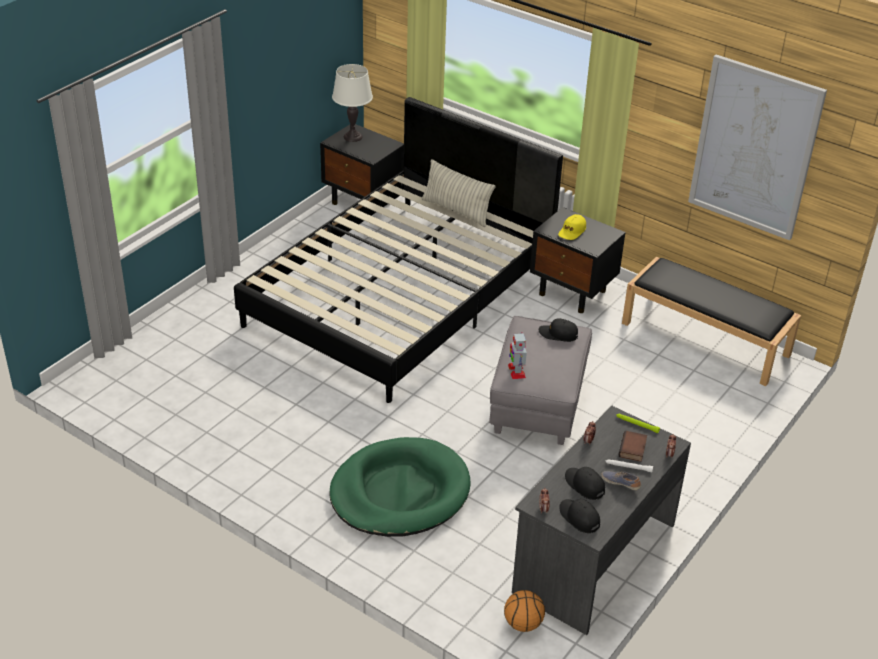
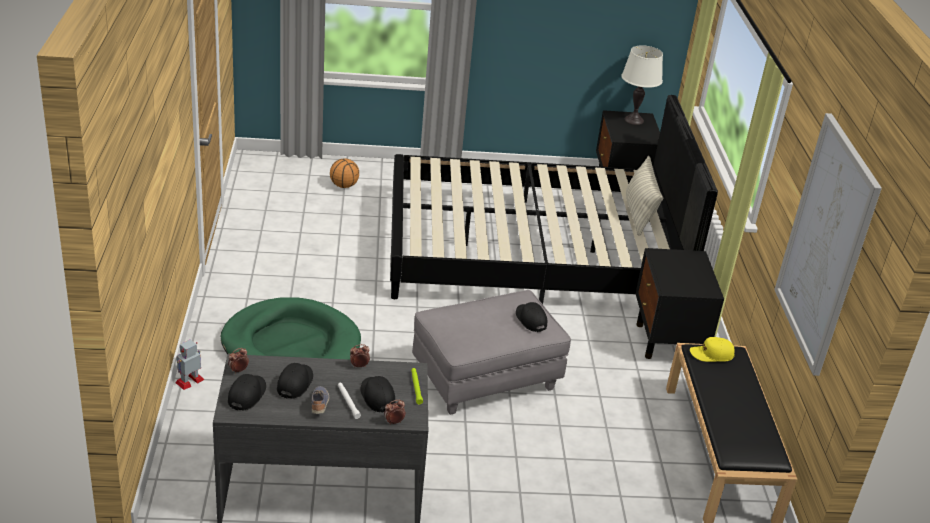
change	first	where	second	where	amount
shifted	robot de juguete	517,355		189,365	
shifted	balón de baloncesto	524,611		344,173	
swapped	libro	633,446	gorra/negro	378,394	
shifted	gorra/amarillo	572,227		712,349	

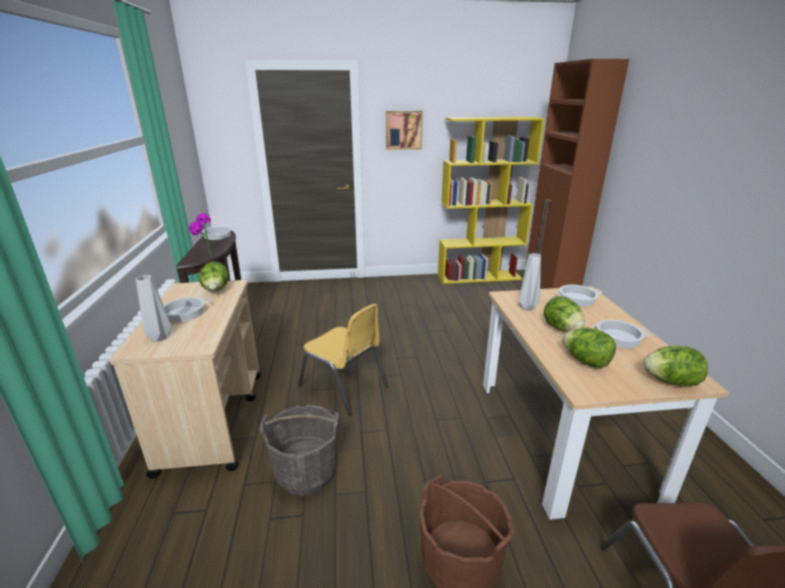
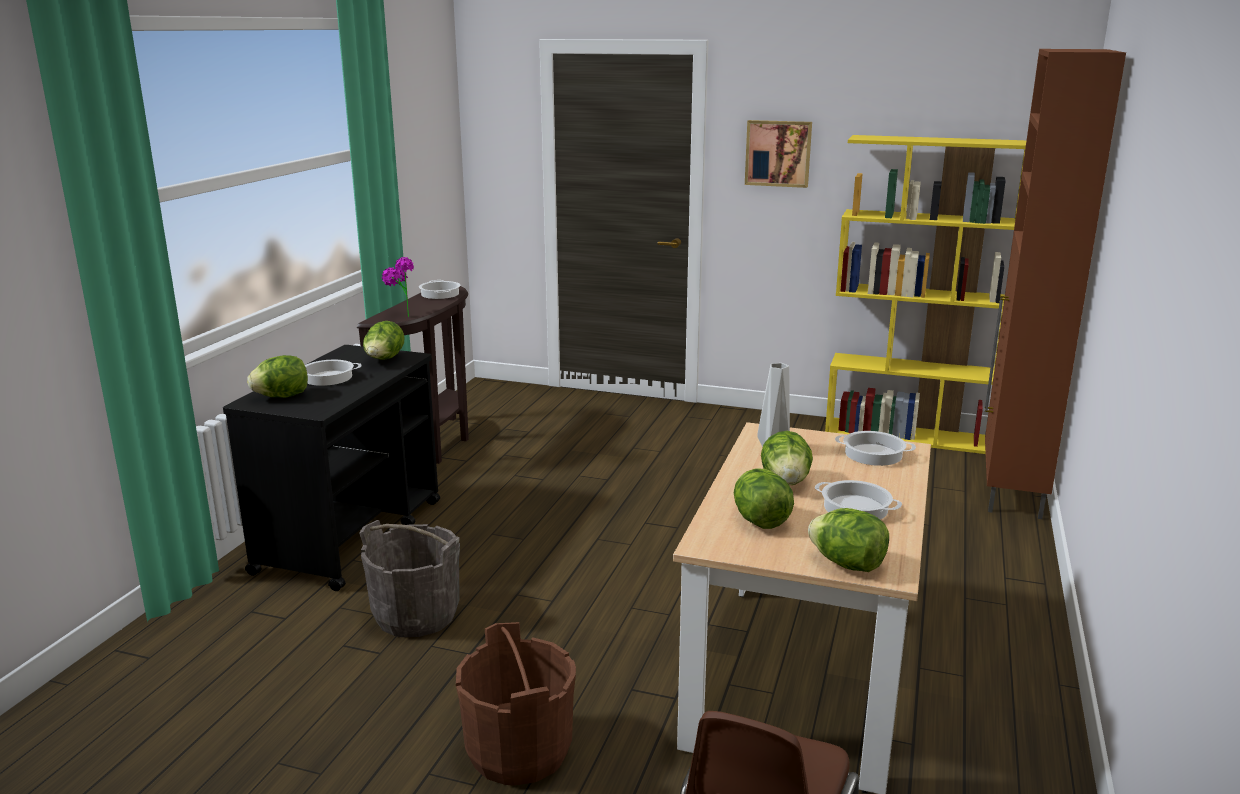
change	first	where	second	where	amount
repainted	carrito/beis	185,379	carrito/negro	331,468	
swapped	florero/gris	153,308	lechuga	277,376	
gone	silla/amarillo	343,359			

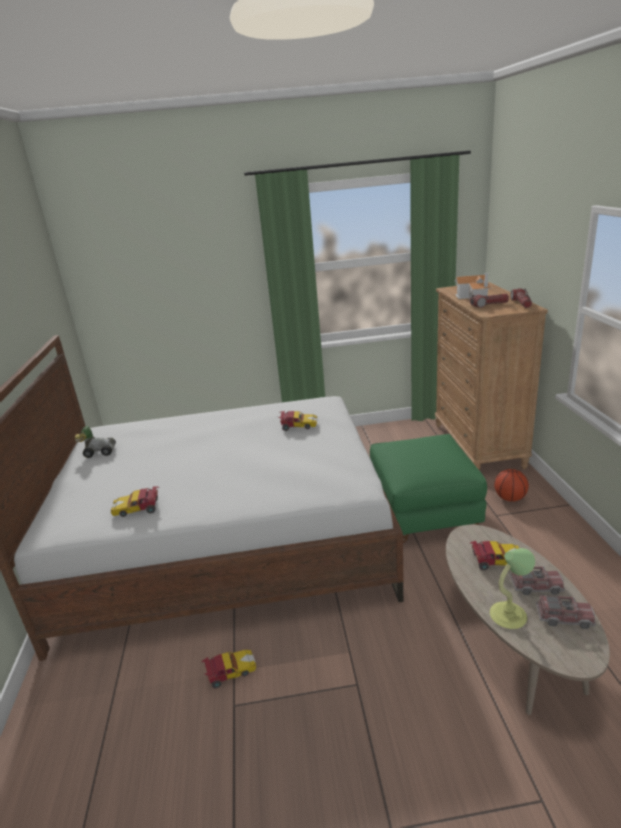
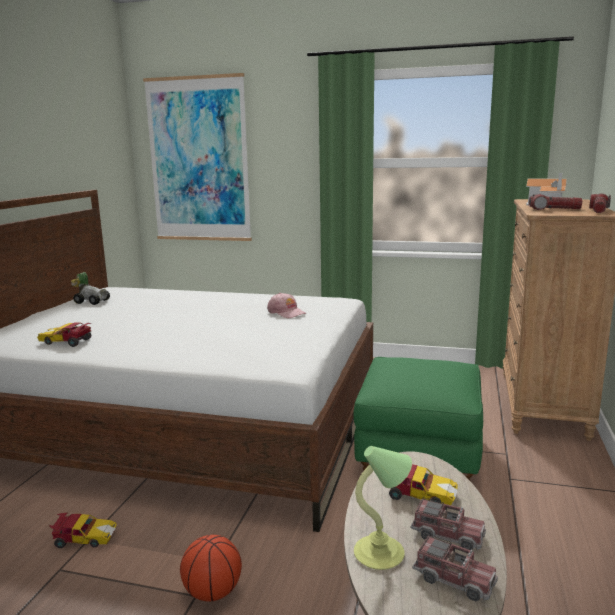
change	first	where	second	where	amount
new			cuadro	197,157	
shifted	balón de baloncesto	511,485		211,568	
swapped	coche de juguete	297,421	gorra/rosa	286,305	

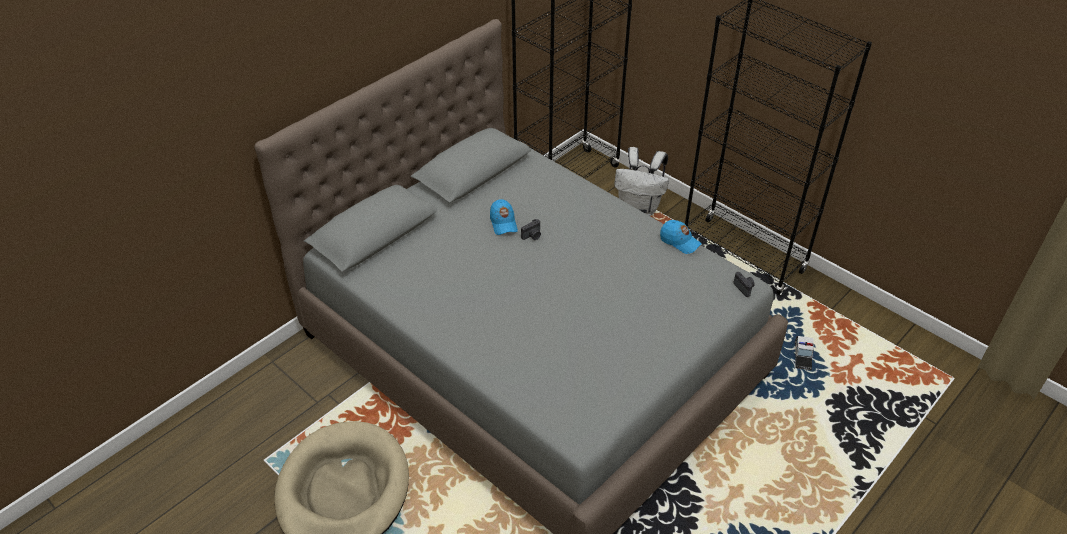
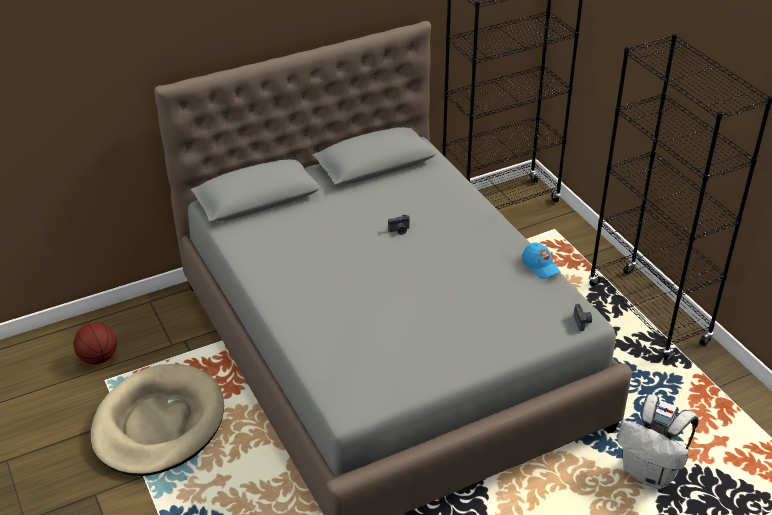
change	first	where	second	where	amount
new			balón de baloncesto	95,344	
shifted	mochila/blanco	641,181		658,441	
gone	gorra/azul	504,217			

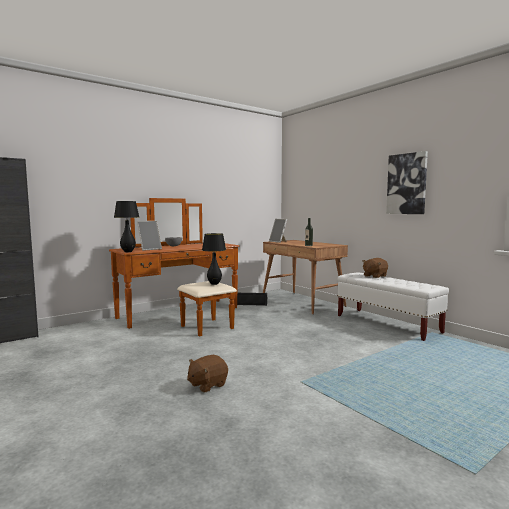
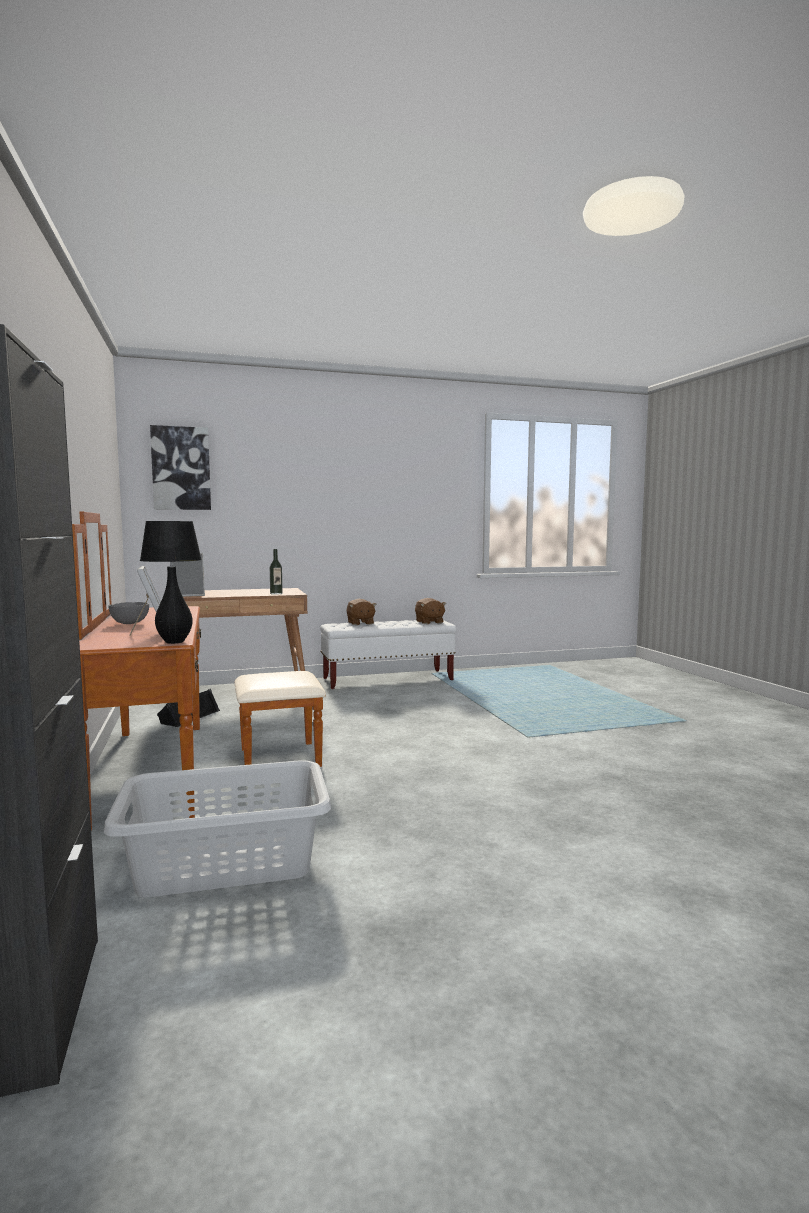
change	first	where	second	where	amount
new			cesto de la ropa/gris	217,828	
shifted	cuadro	407,182		180,467	
shifted	peluche/marrón	207,374		430,611	
gone	lámpara de mesa/negro	214,259			

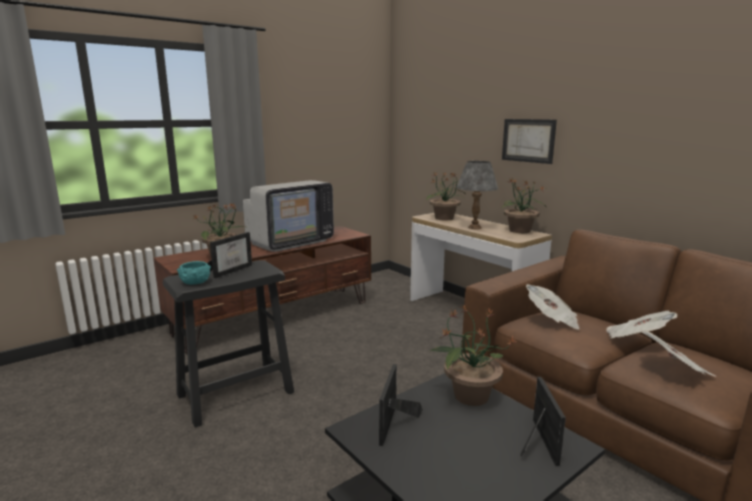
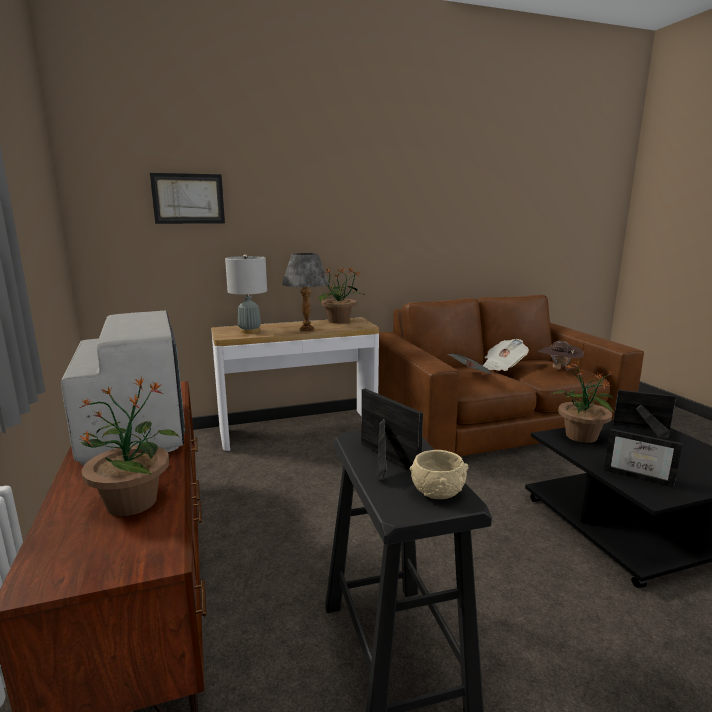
change	first	where	second	where	amount
shifted	cuadro	529,141		187,198	
swapped	planta en maceta	446,196	lámpara de mesa/gris	246,294	
repainted	cuenco/turquesa	194,273	cuenco/beis	439,474	
swapped	periódico	679,353	sombrero/marrón	561,355	

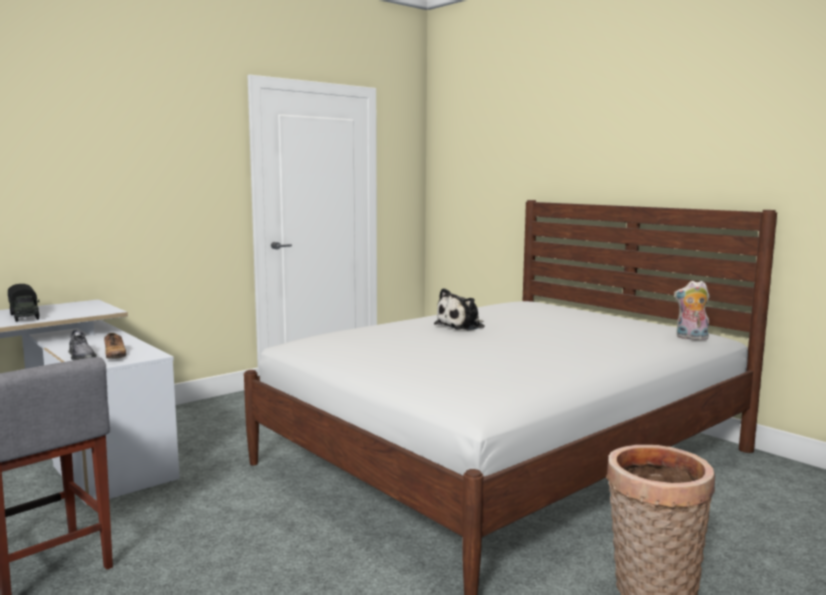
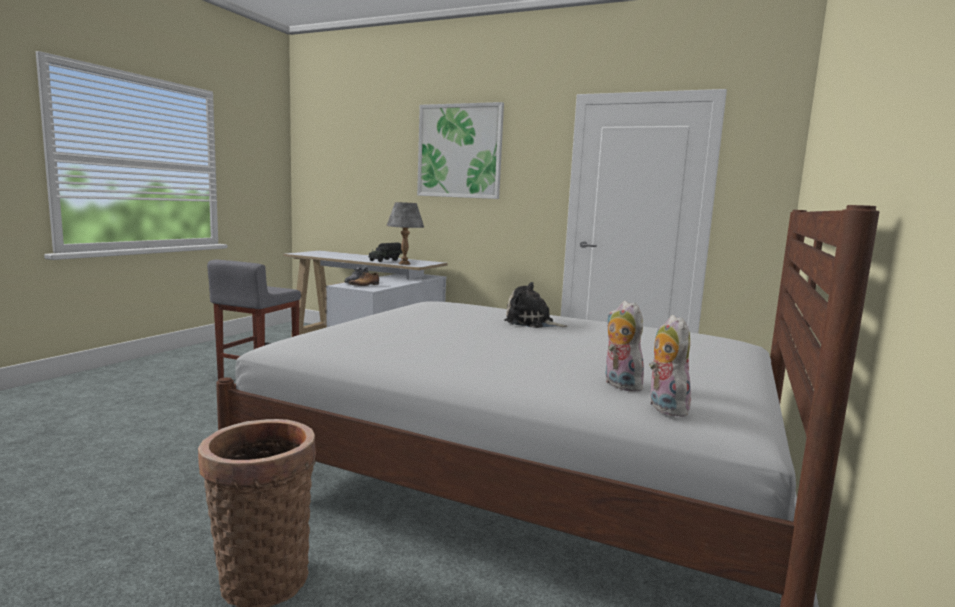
change	first	where	second	where	amount
new			lámpara de mesa/gris	405,233	
new			cuadro	460,150	
new			peluche	626,346	

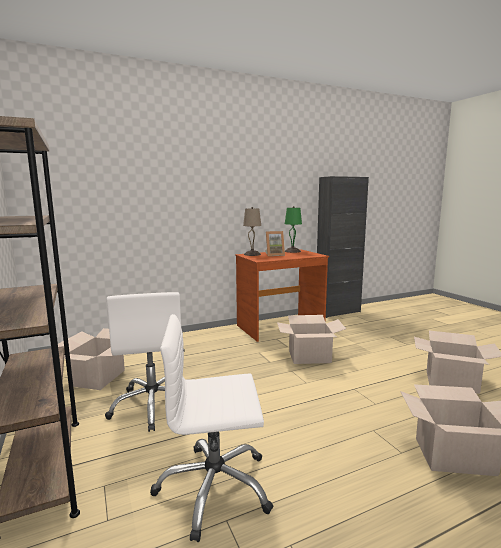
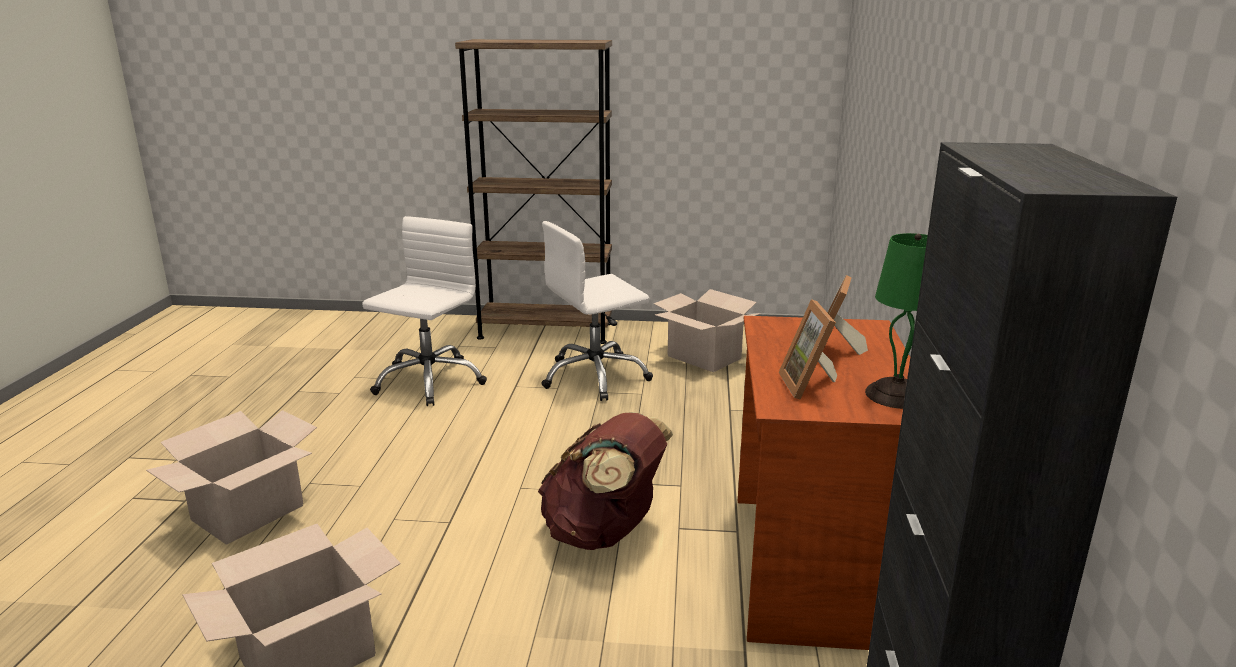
change	first	where	second	where	amount
swapped	caja de cartón	311,339	mochila/marrón	605,481	
rotated	silla de oficina/blanco	145,362		597,311	45 degrees counterclockwise
new			portarretratos	808,349	
gone	lámpara de mesa/beis	252,231			

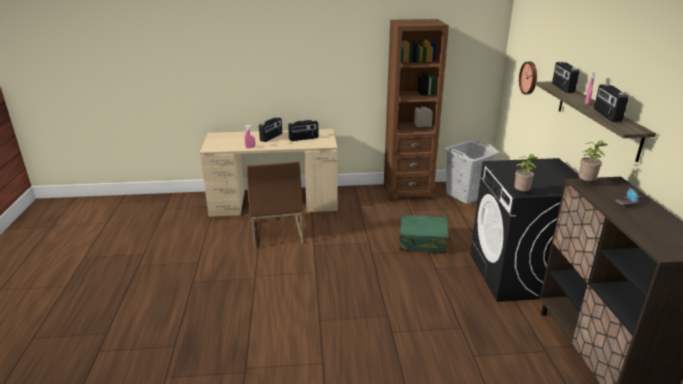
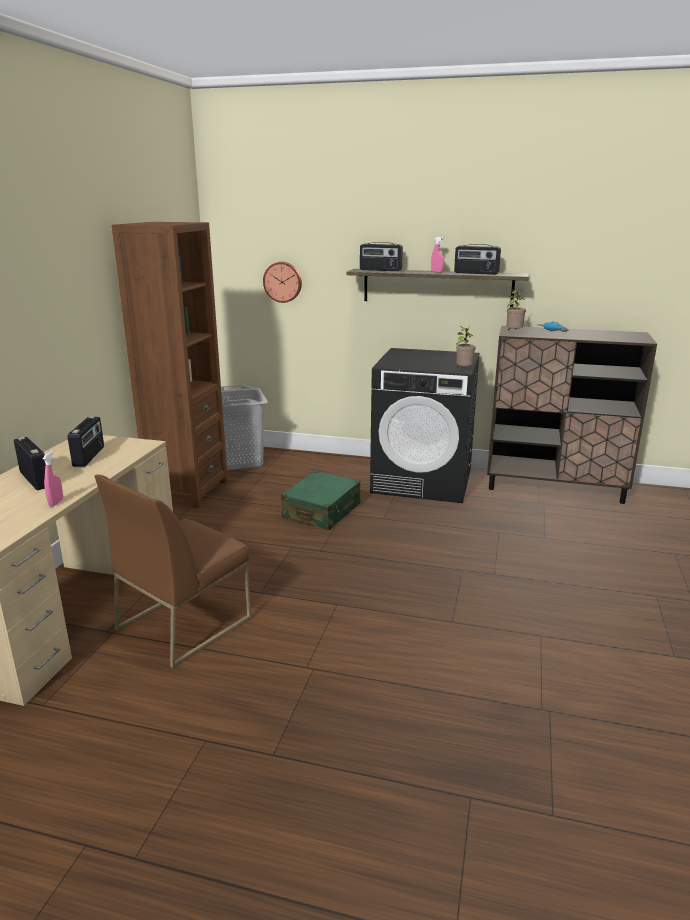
change	first	where	second	where	amount
rotated	silla/marrón	275,205		173,571	120 degrees clockwise

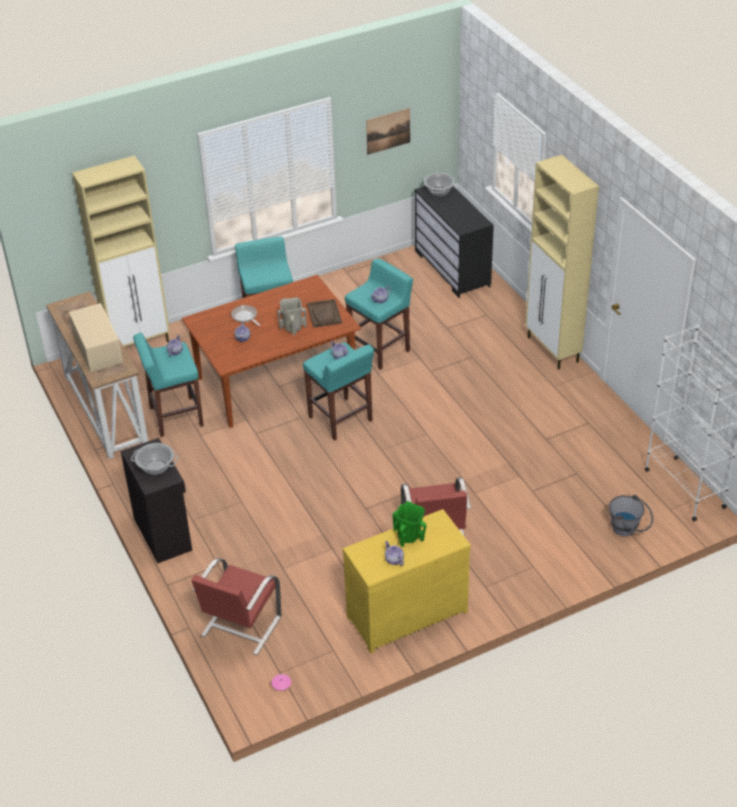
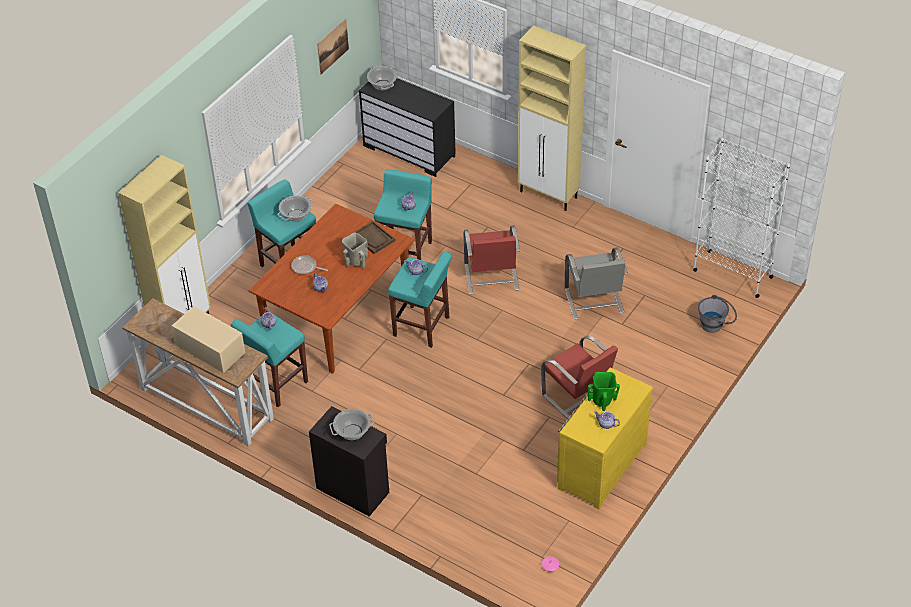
change	first	where	second	where	amount
new			olla	295,208	
shifted	silla/rojo	236,606		492,260	
new			silla/gris	596,283	

